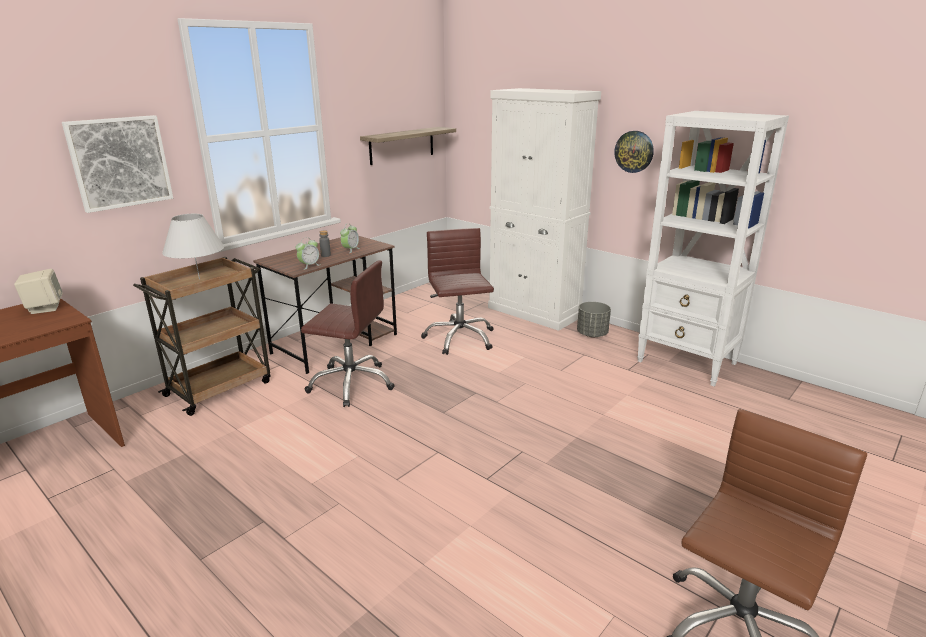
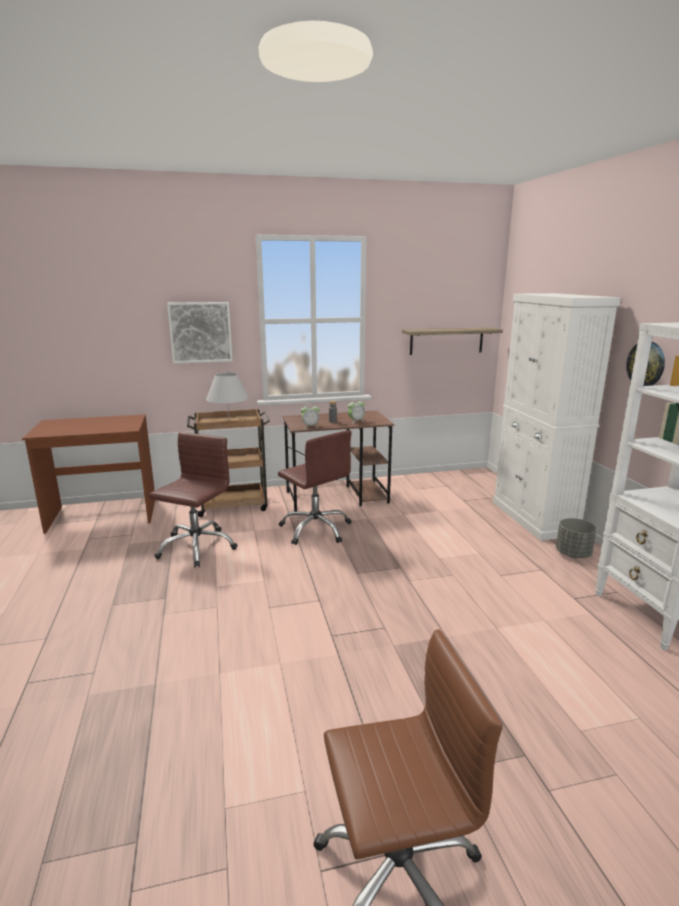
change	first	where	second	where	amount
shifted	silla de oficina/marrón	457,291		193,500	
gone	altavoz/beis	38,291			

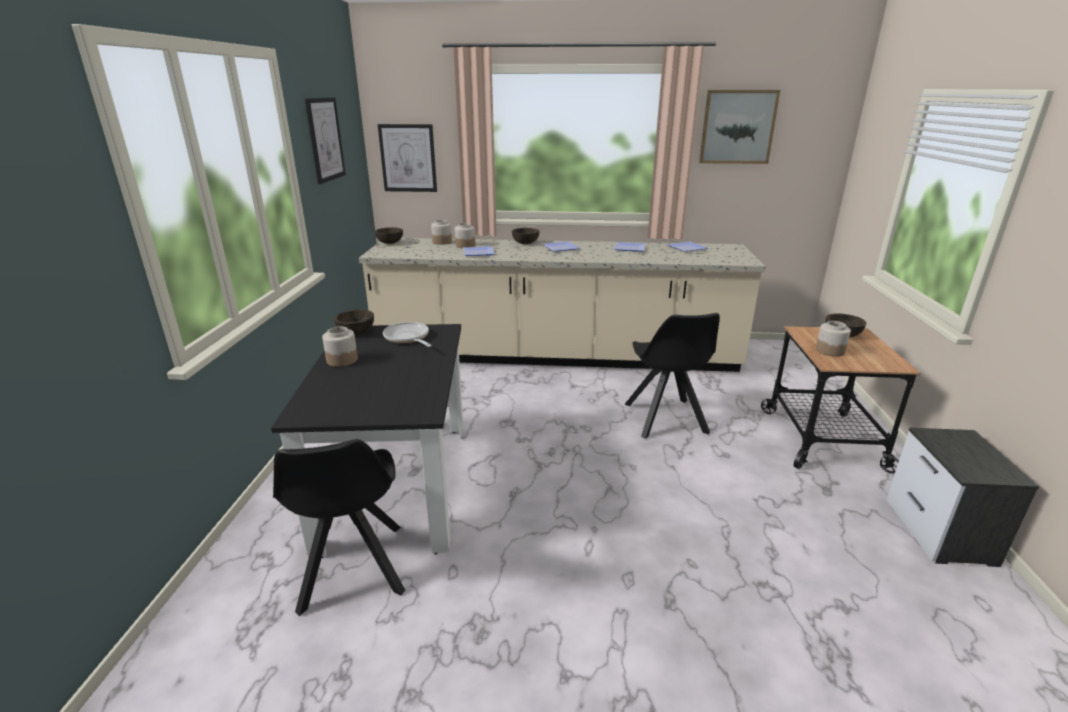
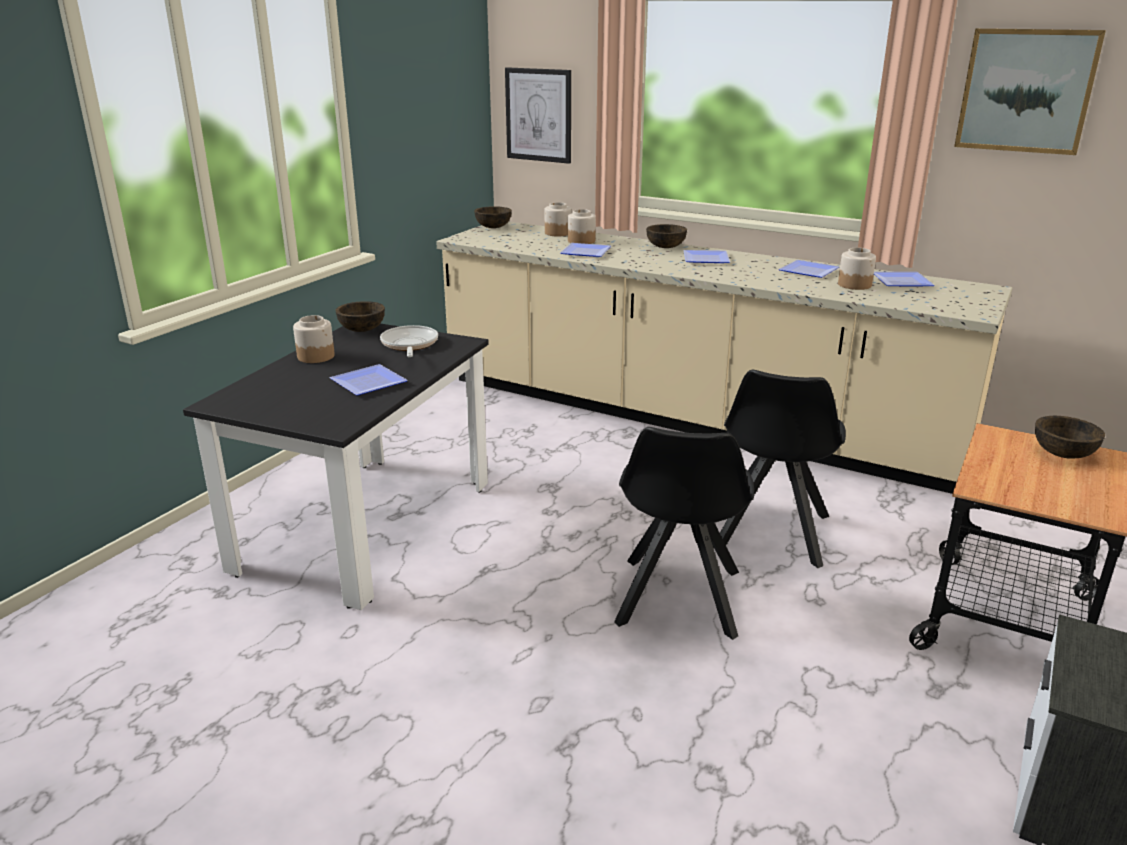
change	first	where	second	where	amount
new			plato	369,379	
shifted	silla/negro	339,527		684,533	
shifted	tarro	833,339		857,269	
gone	cuadro	325,140			

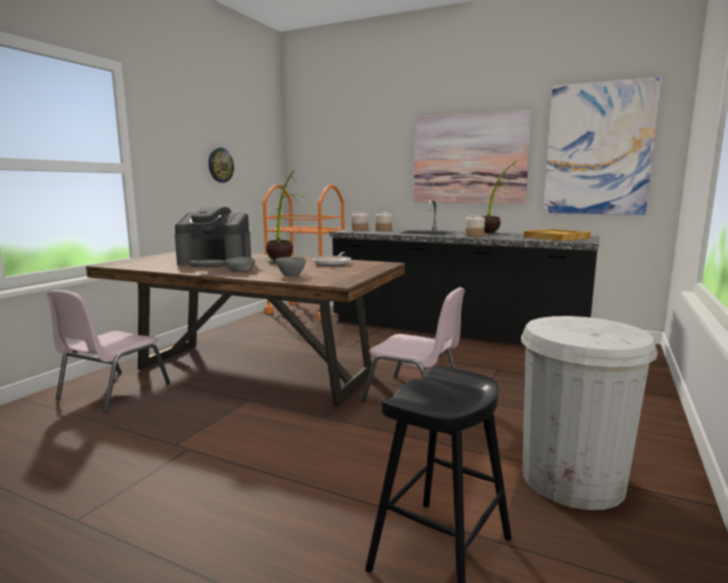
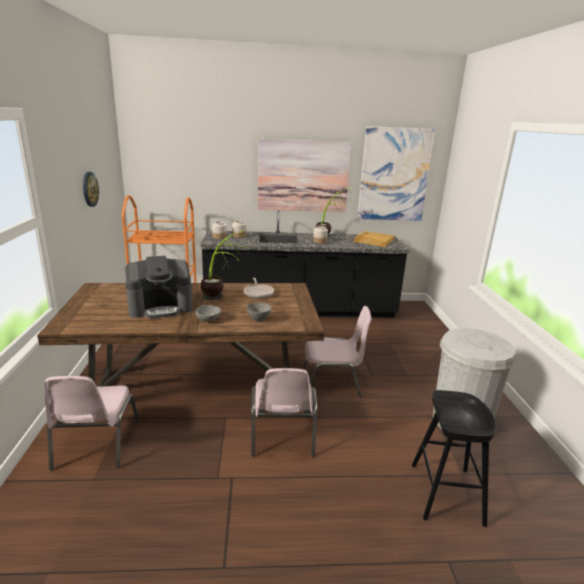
change	first	where	second	where	amount
new			silla/rosa	284,412	

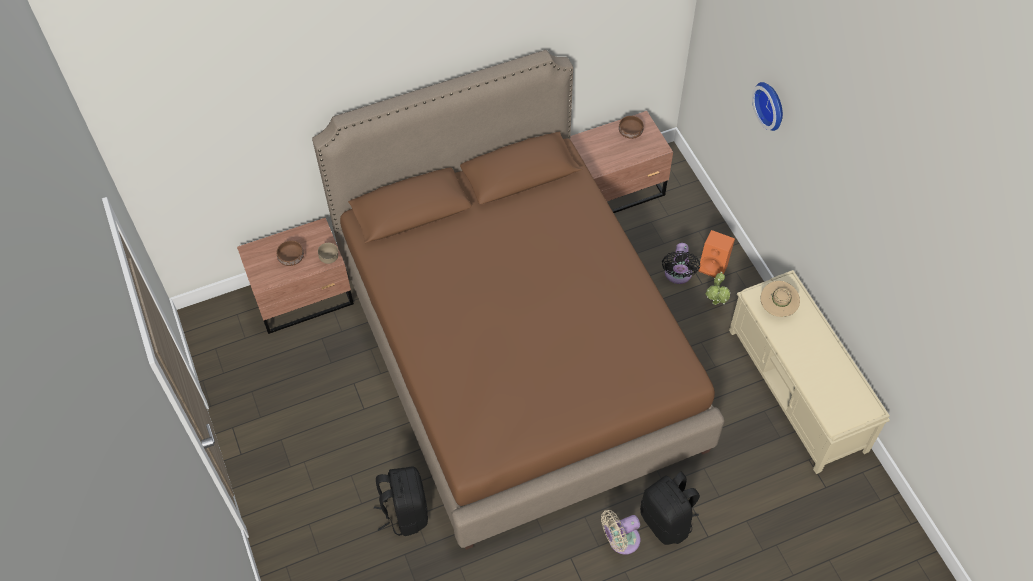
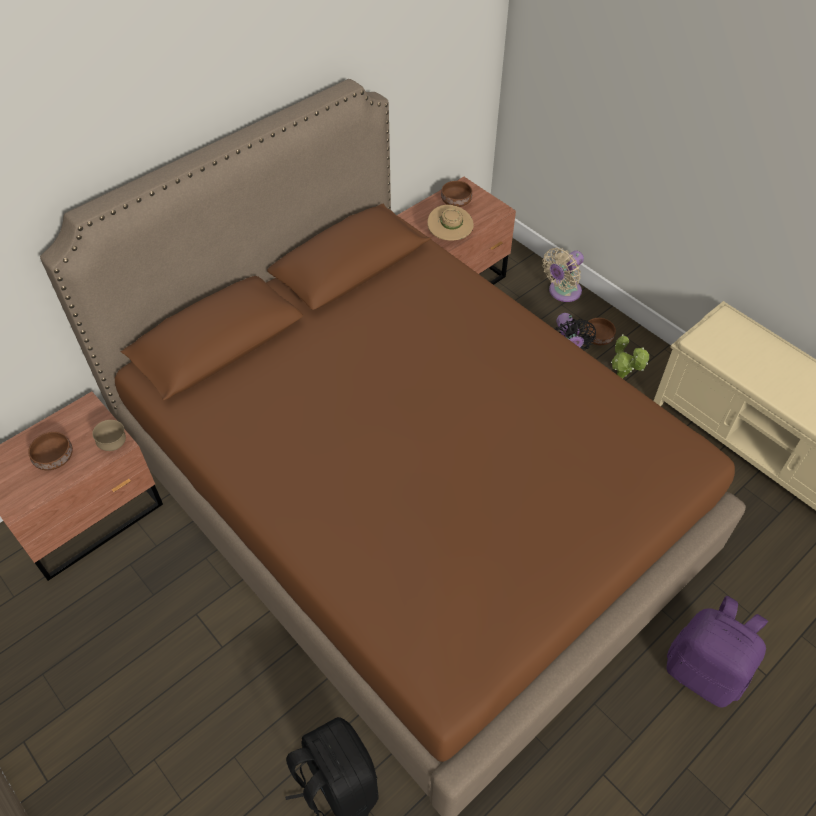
change	first	where	second	where	amount
shifted	sombrero/beis	780,299		450,223	
shifted	ventilador/beis	620,532		563,275	
swapped	altavoz/naranja	716,254	cuenco/marrón	600,331	
repainted	mochila/negro	670,508	mochila/morado	717,652	
gone	reloj de pared	767,106			

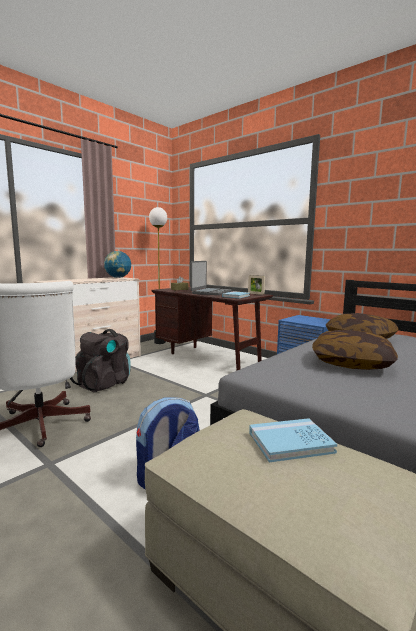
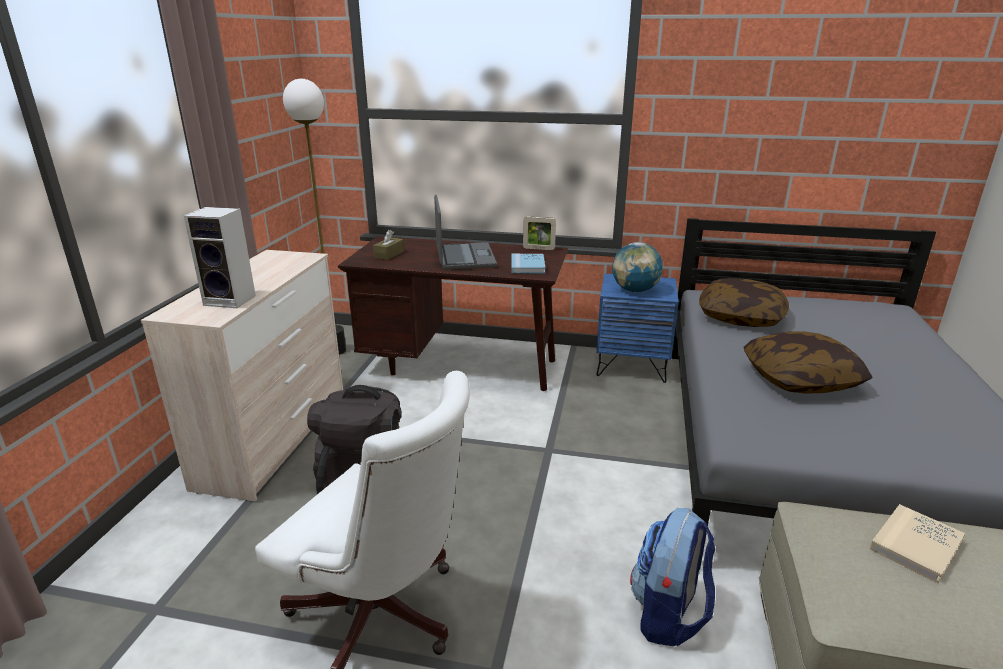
change	first	where	second	where	amount
new			altavoz	220,257	
shifted	globo terráqueo	117,264		637,267	
repainted	libro/azul	293,440	libro/beis	917,543	

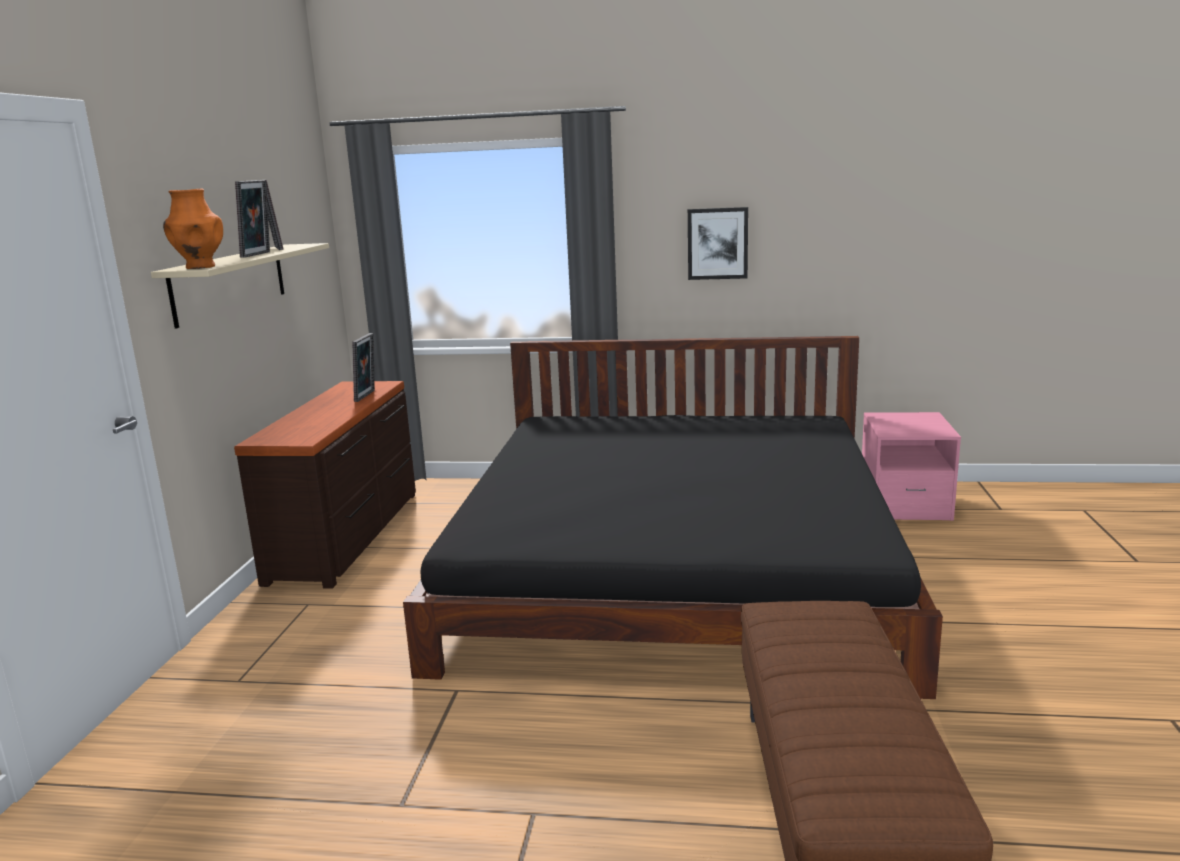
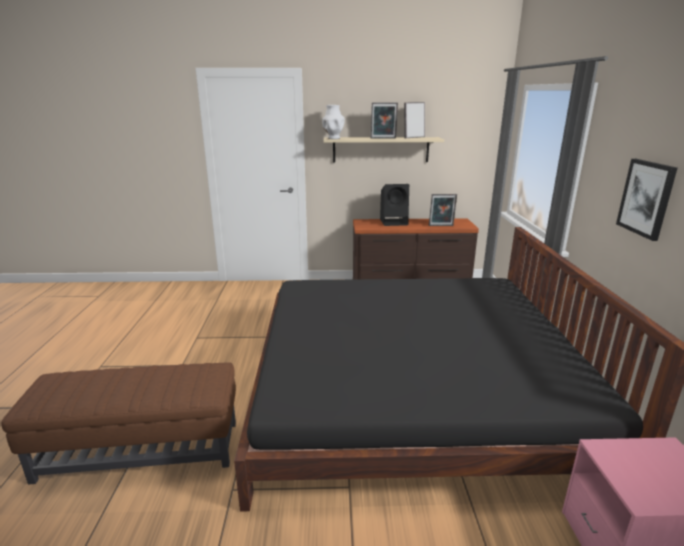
change	first	where	second	where	amount
repainted	florero/naranja	193,229	florero/blanco	333,122	
new			altavoz/negro	394,205	

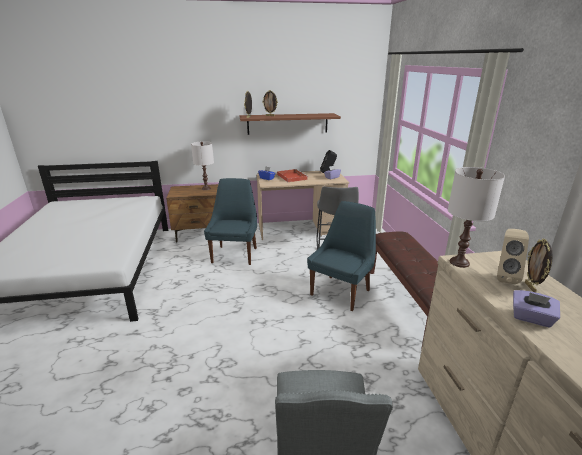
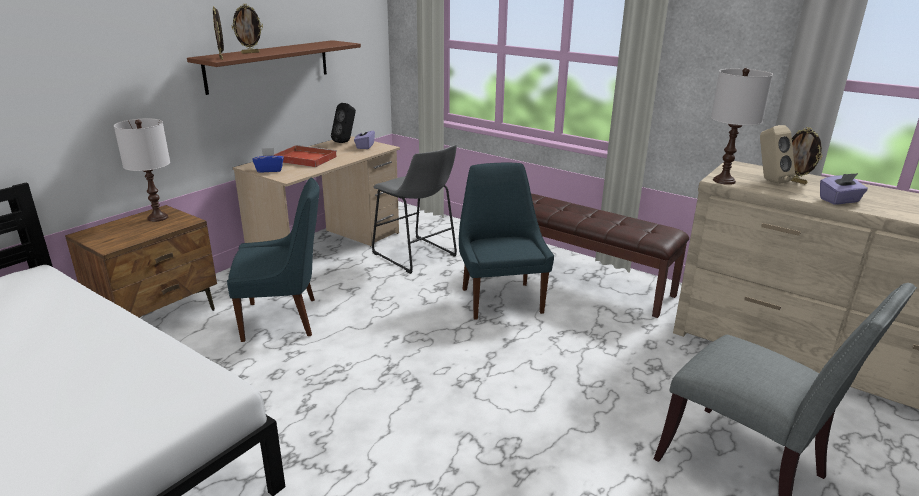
change	first	where	second	where	amount
rotated	silla/azul	230,221		273,260	120 degrees clockwise

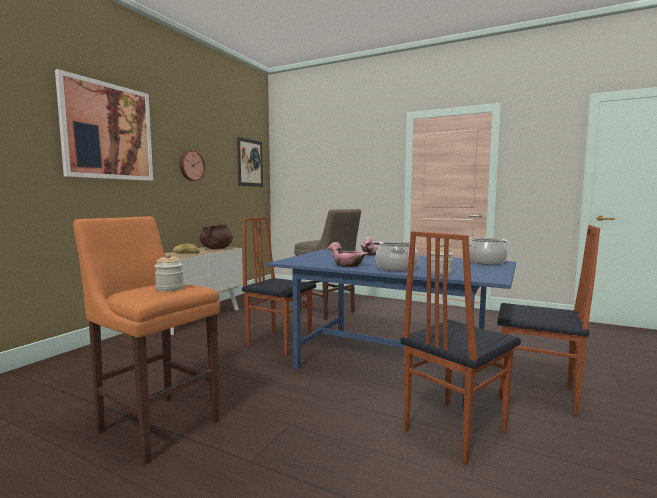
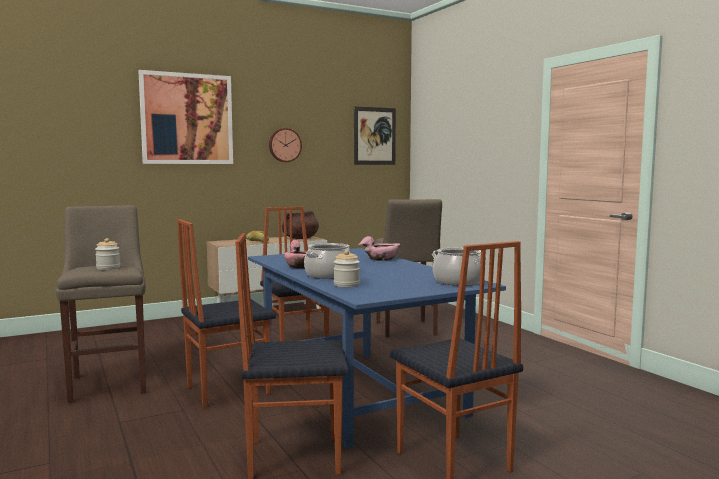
change	first	where	second	where	amount
repainted	taburete/naranja	146,340	taburete/beis	101,304	
new			silla	226,313	

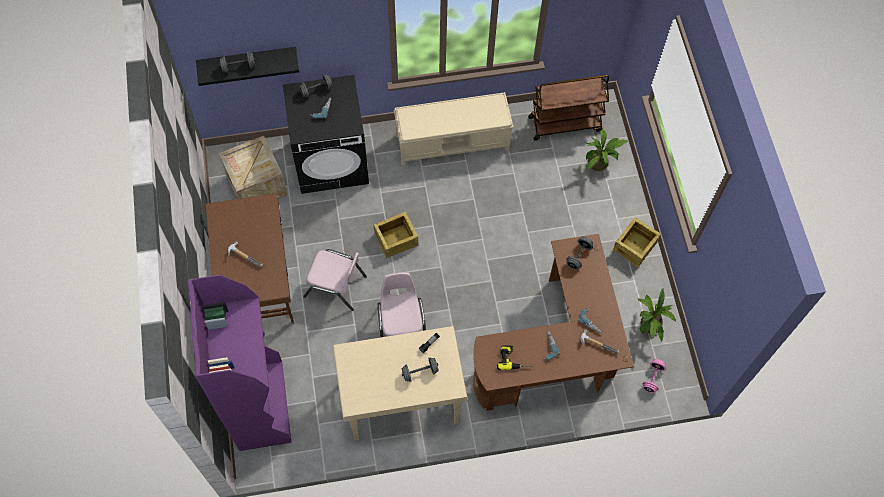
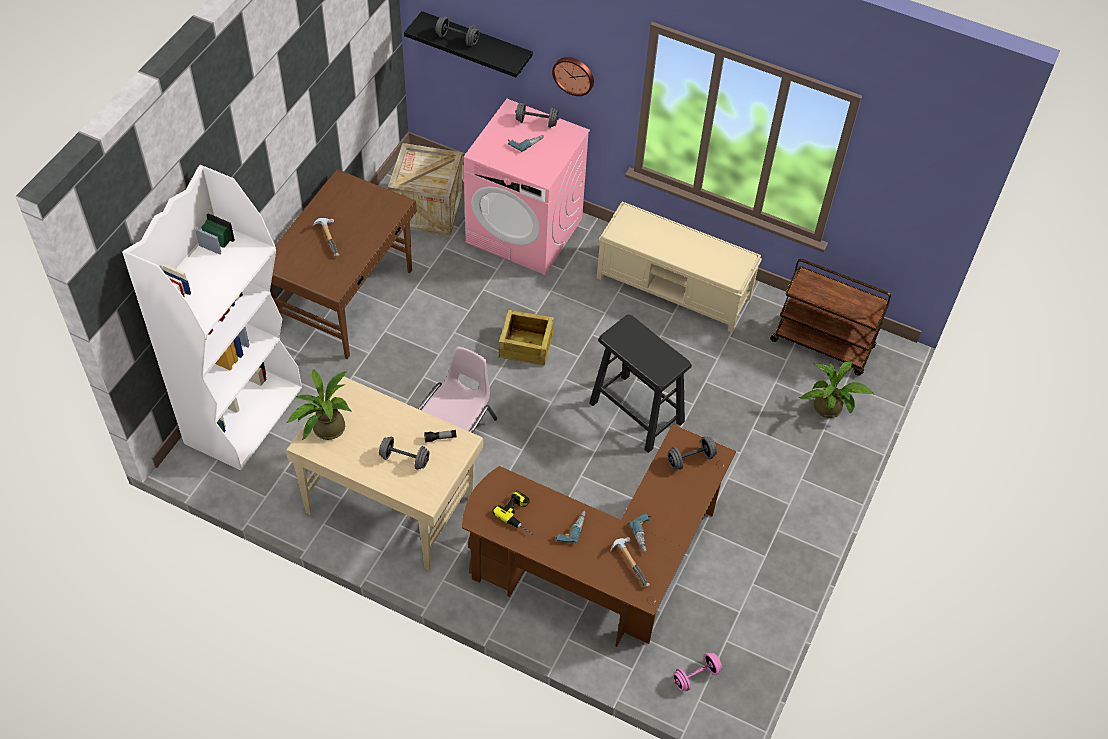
change	first	where	second	where	amount
repainted	estantería/morado	239,363	estantería/blanco	212,317	
shifted	planta en maceta	657,315		319,404	
repainted	lavadora/negro	326,134	lavadora/rosa	527,187	
new			reloj de pared	573,76	
new			taburete/negro	640,384	
gone	silla/rosa	335,280			
gone	caja de embalaje	636,242			

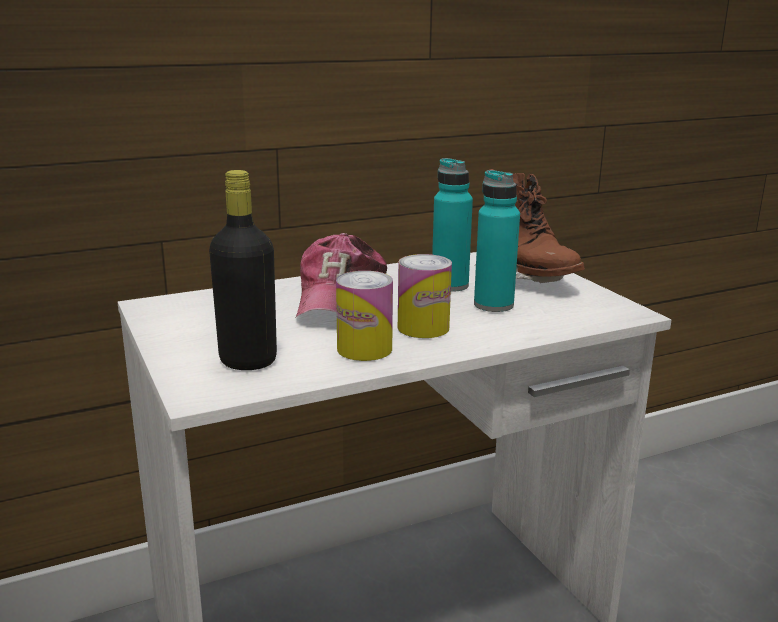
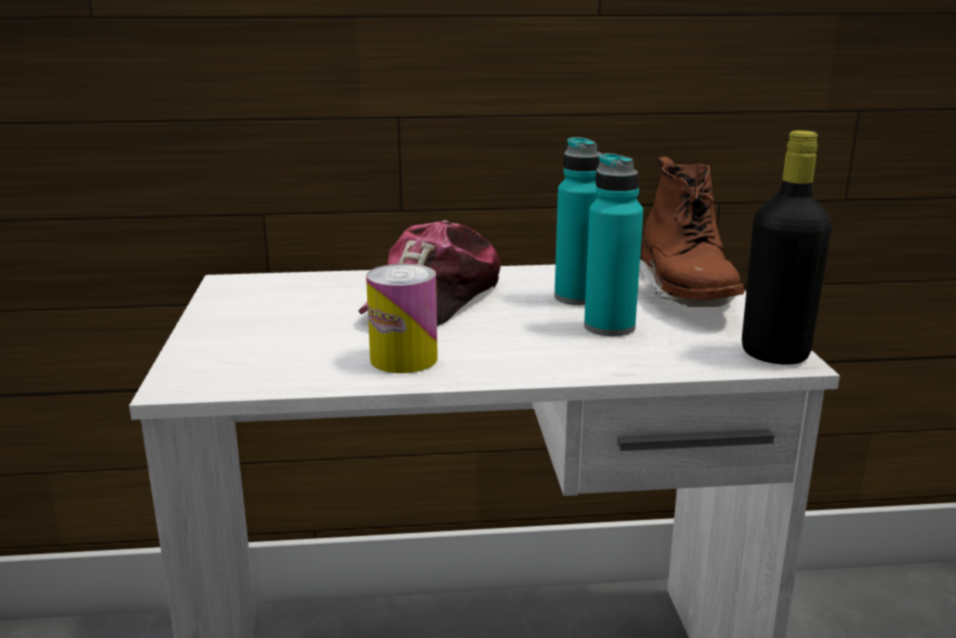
change	first	where	second	where	amount
shifted	botella/negro	243,270		787,247	
gone	lata	425,296			

